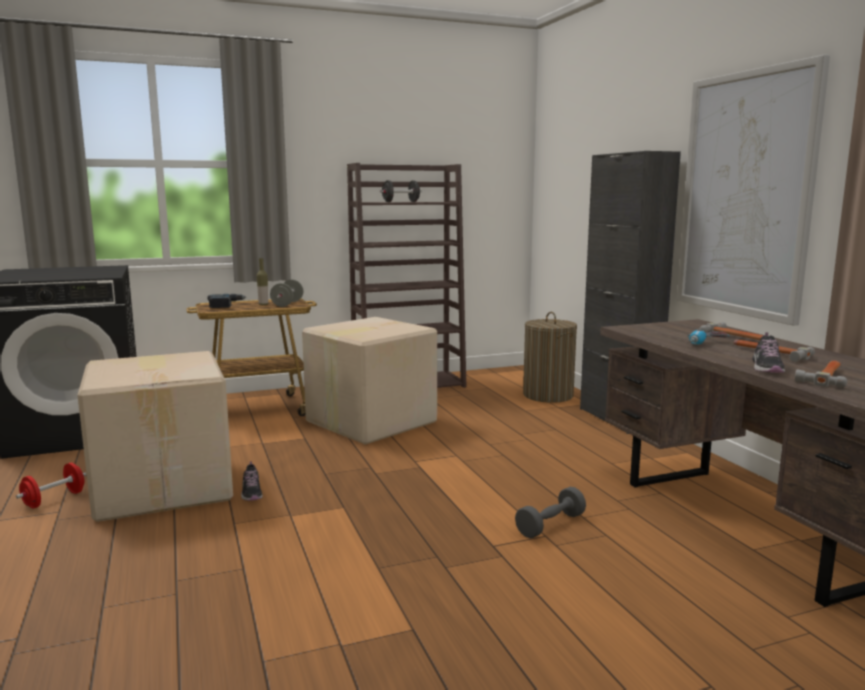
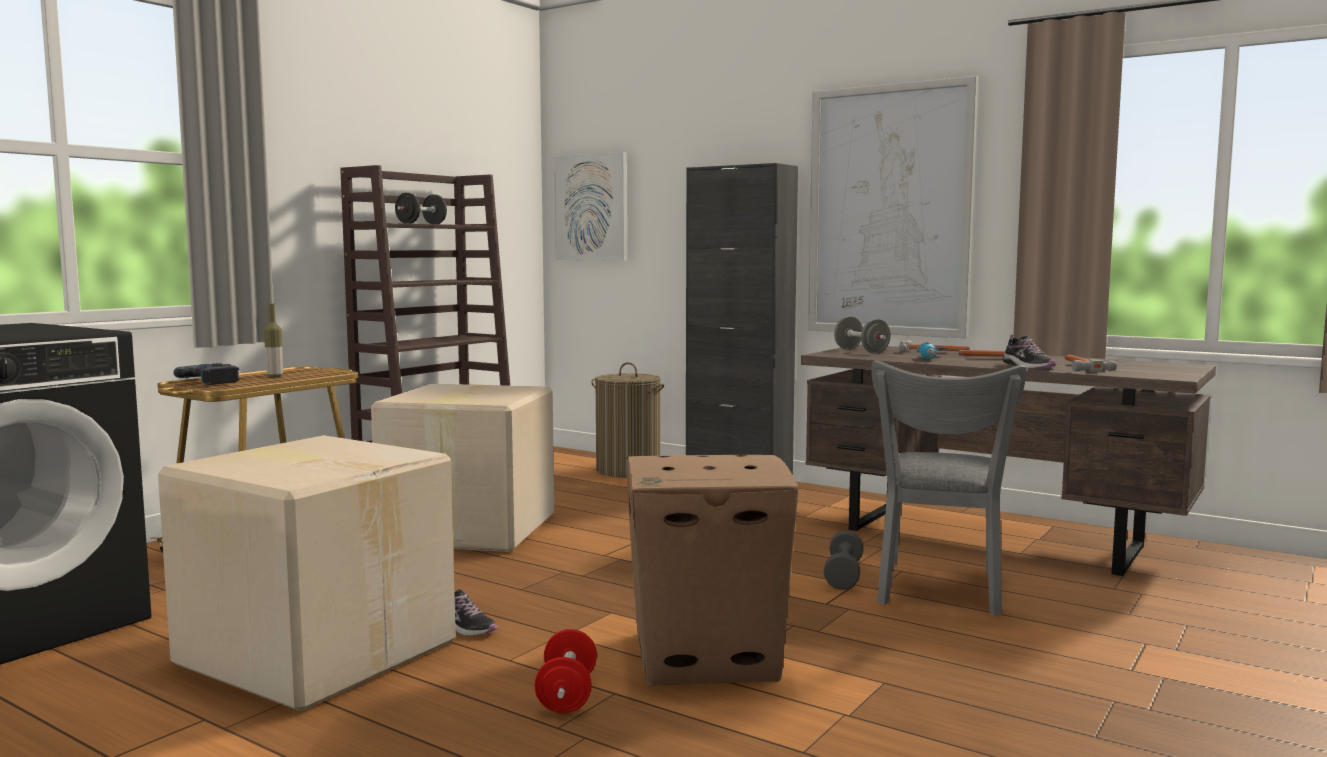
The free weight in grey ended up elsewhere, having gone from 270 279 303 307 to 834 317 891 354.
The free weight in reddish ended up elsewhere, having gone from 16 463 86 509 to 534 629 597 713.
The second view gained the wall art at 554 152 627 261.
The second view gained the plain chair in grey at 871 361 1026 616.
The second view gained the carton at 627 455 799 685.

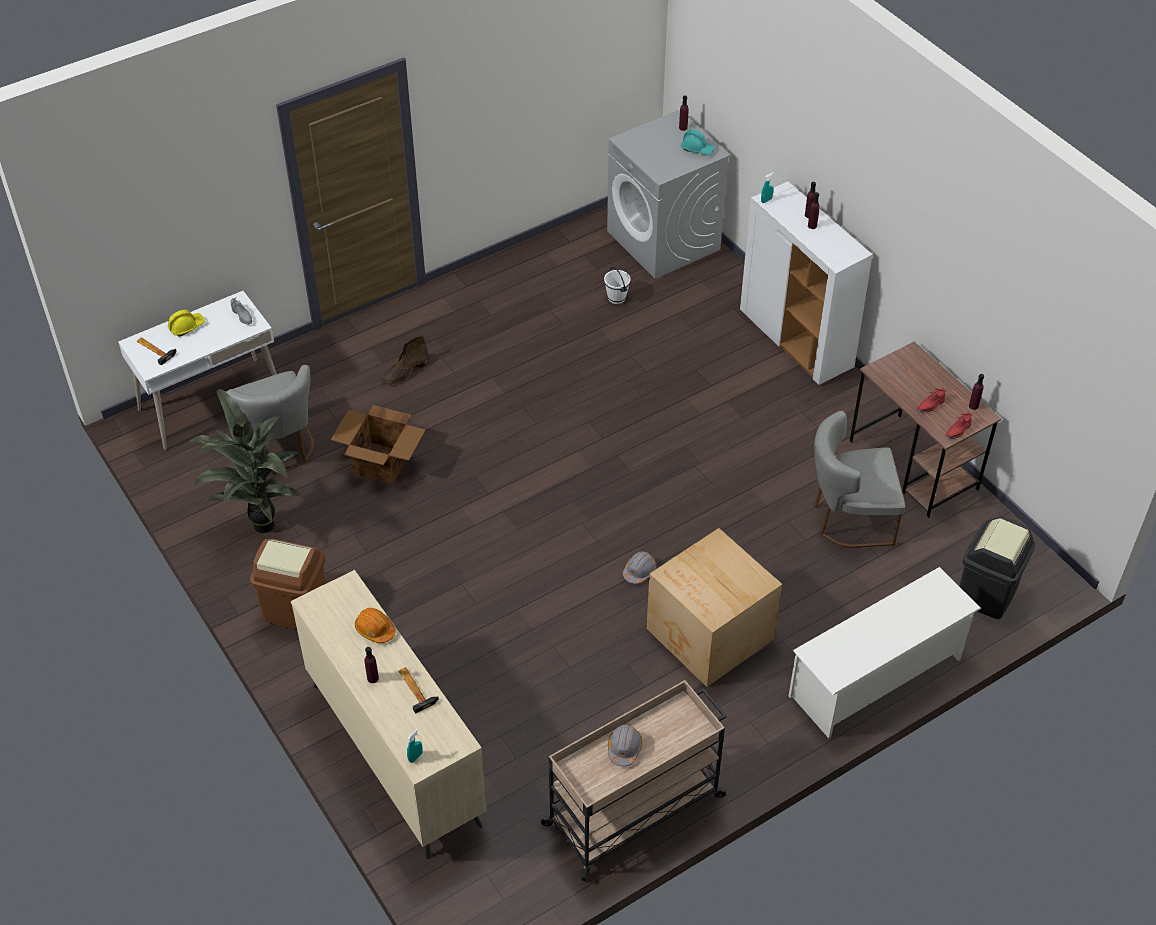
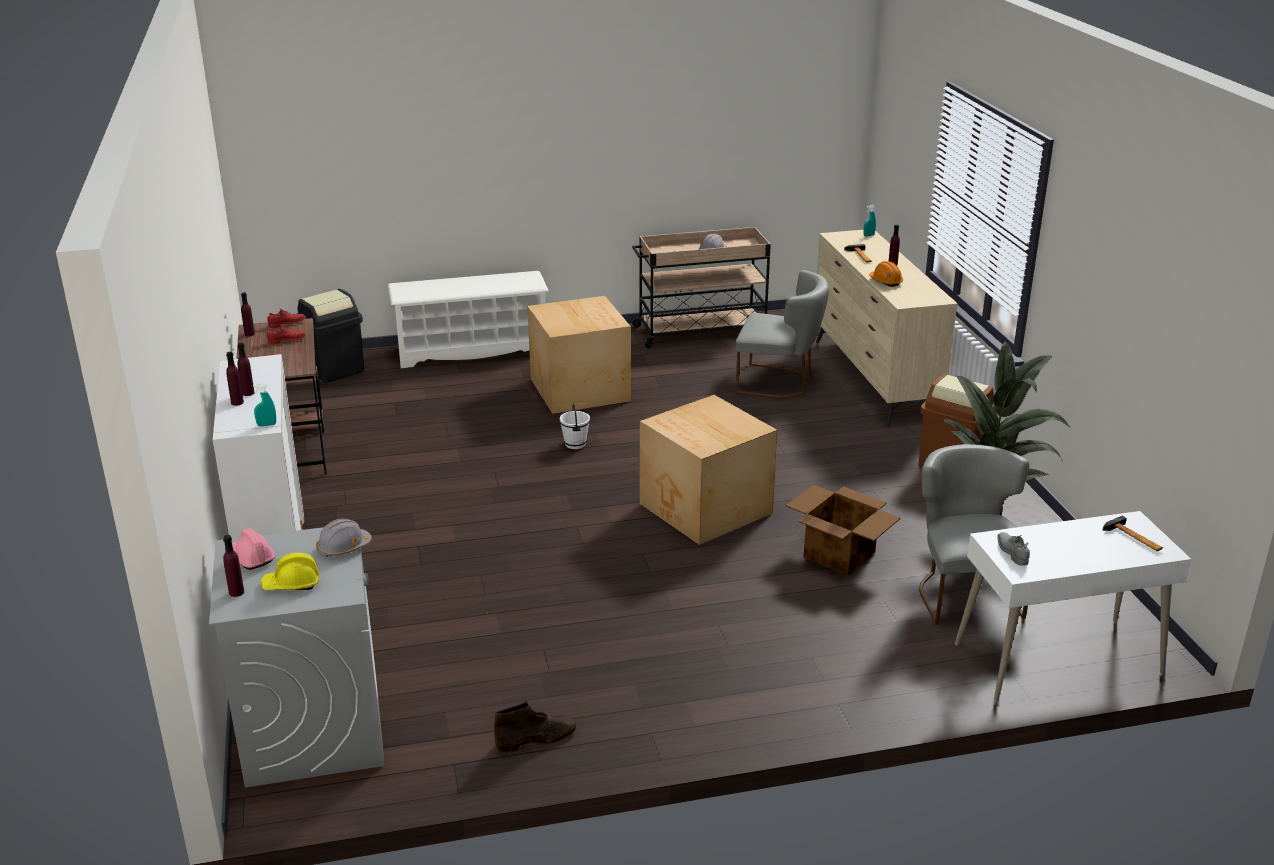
What was the work helmet in blue-green at 681 130 715 155 turned into the work helmet in pink-coloured at 232 528 275 570.
The bucket in white ended up elsewhere, having gone from 604 267 631 304 to 560 404 590 449.
The work helmet in yellow ended up elsewhere, having gone from 168 310 205 337 to 261 553 319 590.
The boot in brown ended up elsewhere, having gone from 382 335 429 385 to 494 701 576 753.
The plain chair in grey ended up elsewhere, having gone from 814 411 905 548 to 736 270 829 399.
The work helmet in grey ended up elsewhere, having gone from 623 551 656 584 to 316 518 372 557.
The second view gained the carton at 640 395 777 545.

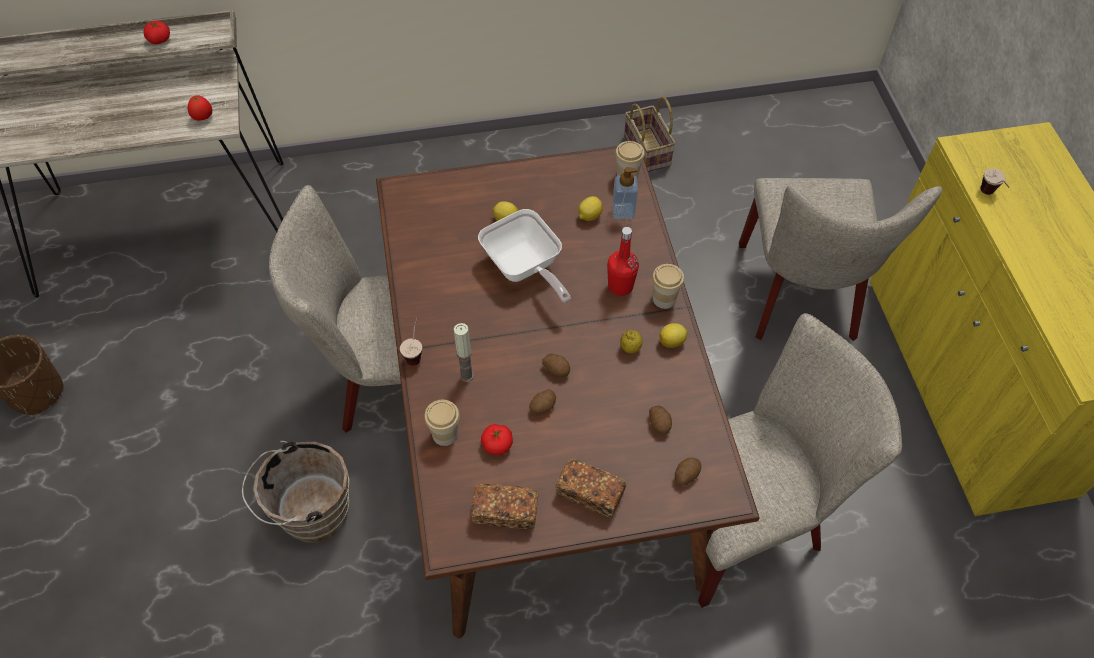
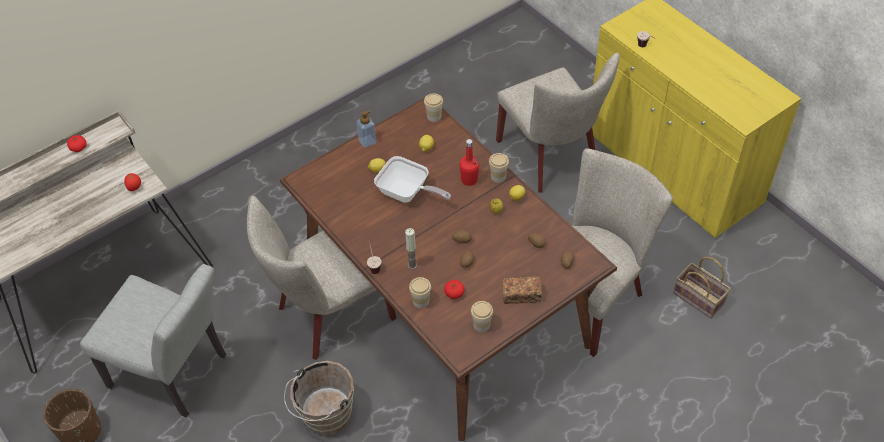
The basket ended up elsewhere, having gone from 624 97 676 172 to 673 257 731 318.
The liquid soap bottle ended up elsewhere, having gone from 612 167 638 219 to 356 111 376 148.
Where the baked bread stood at 471 484 538 529, the small cup came to stand at 471 301 493 332.
The second view gained the plain chair in grey at 80 264 226 418.

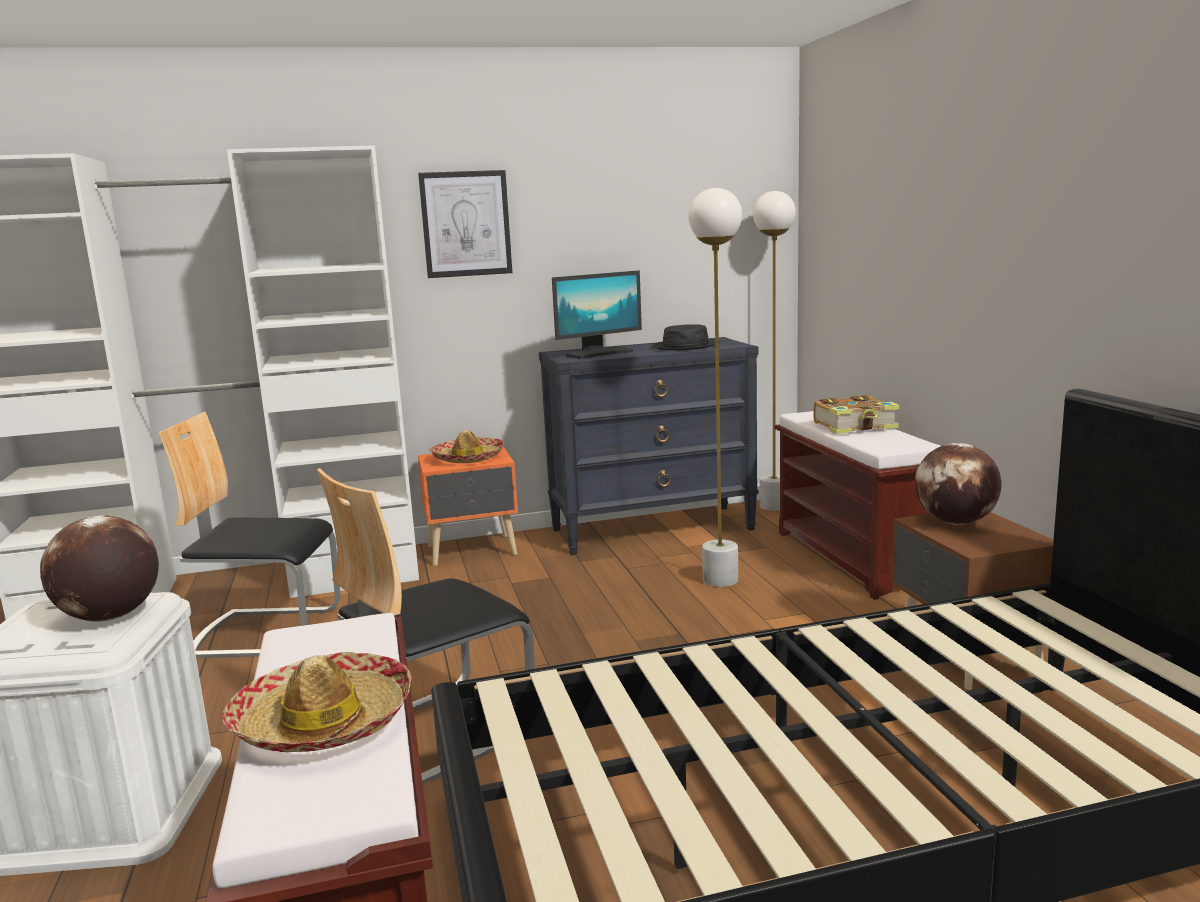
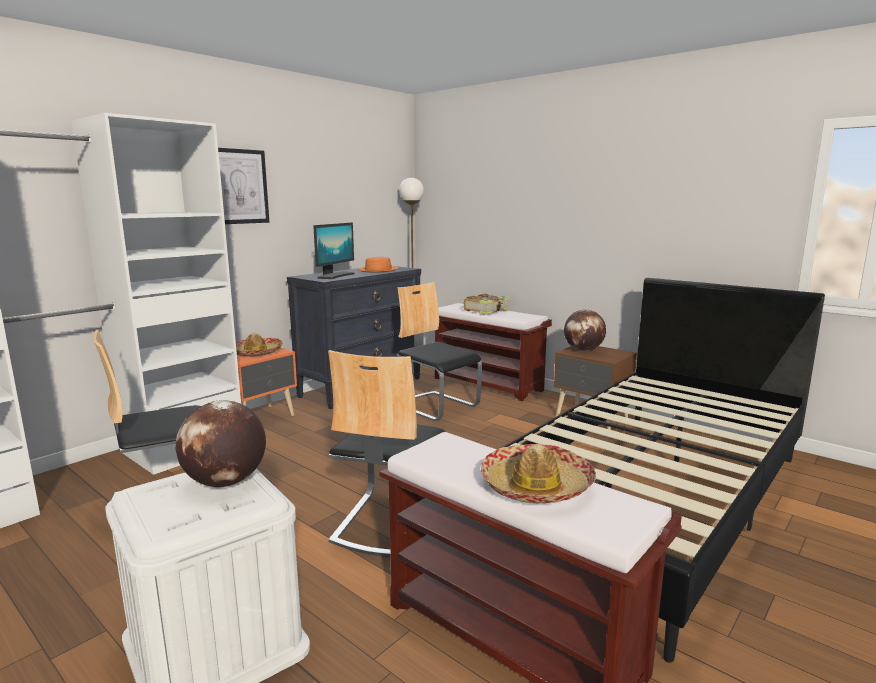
Where the standard lamp in white stood at 688 188 742 587, the plain chair came to stand at 397 282 482 421.
What was the hat in black-coloured at 650 324 721 350 turned into the hat in orangey at 358 257 398 272.

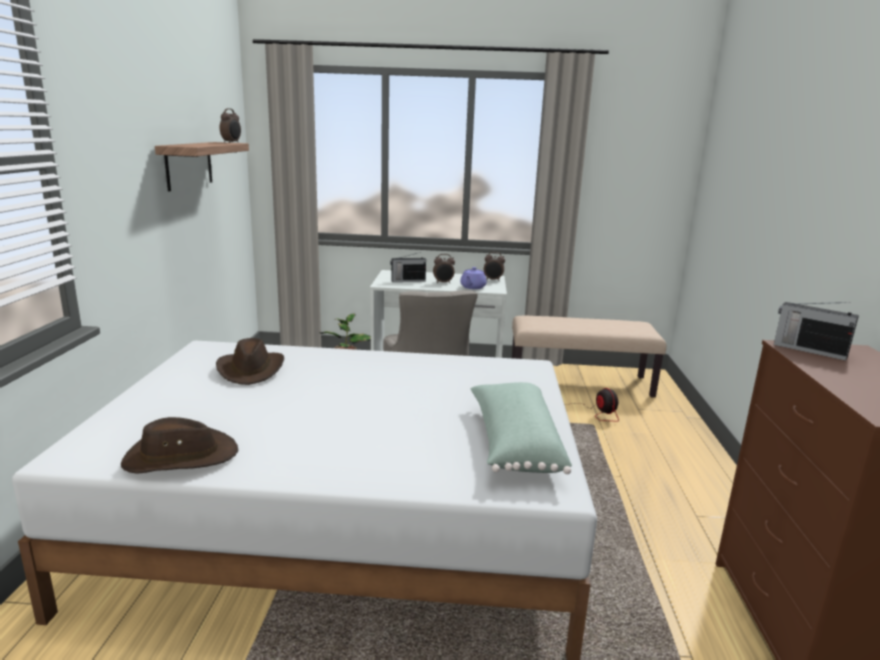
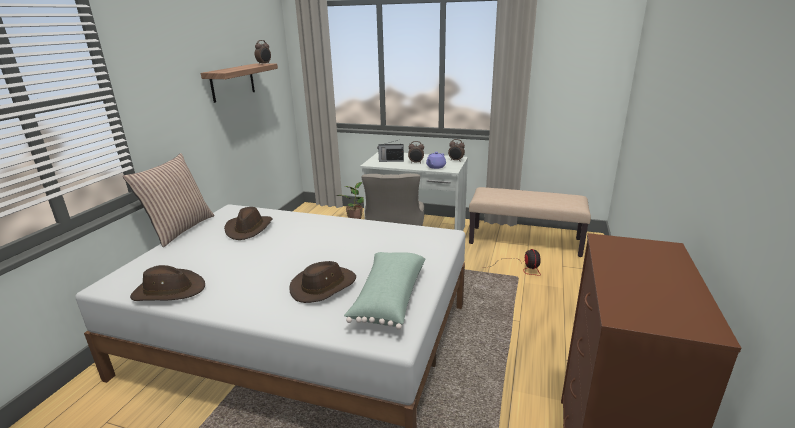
The second view lost the radio at 774 302 859 361.
The second view gained the pillow at 123 153 215 247.
The second view gained the hat in brown at 289 261 356 303.

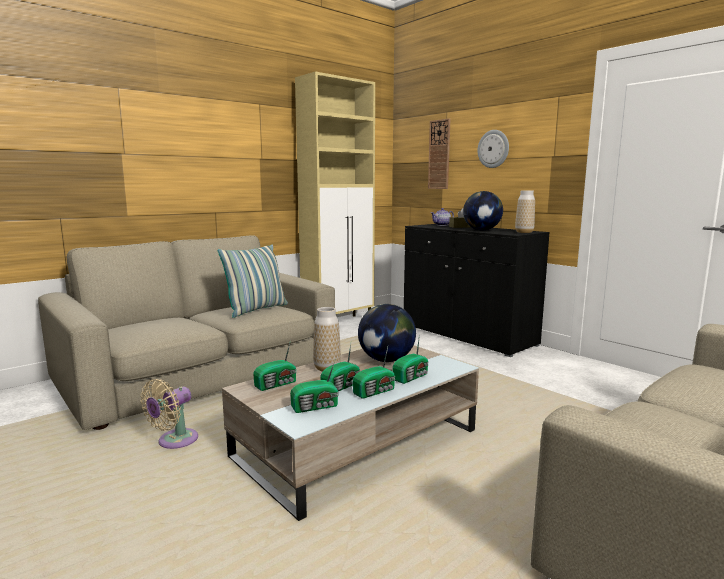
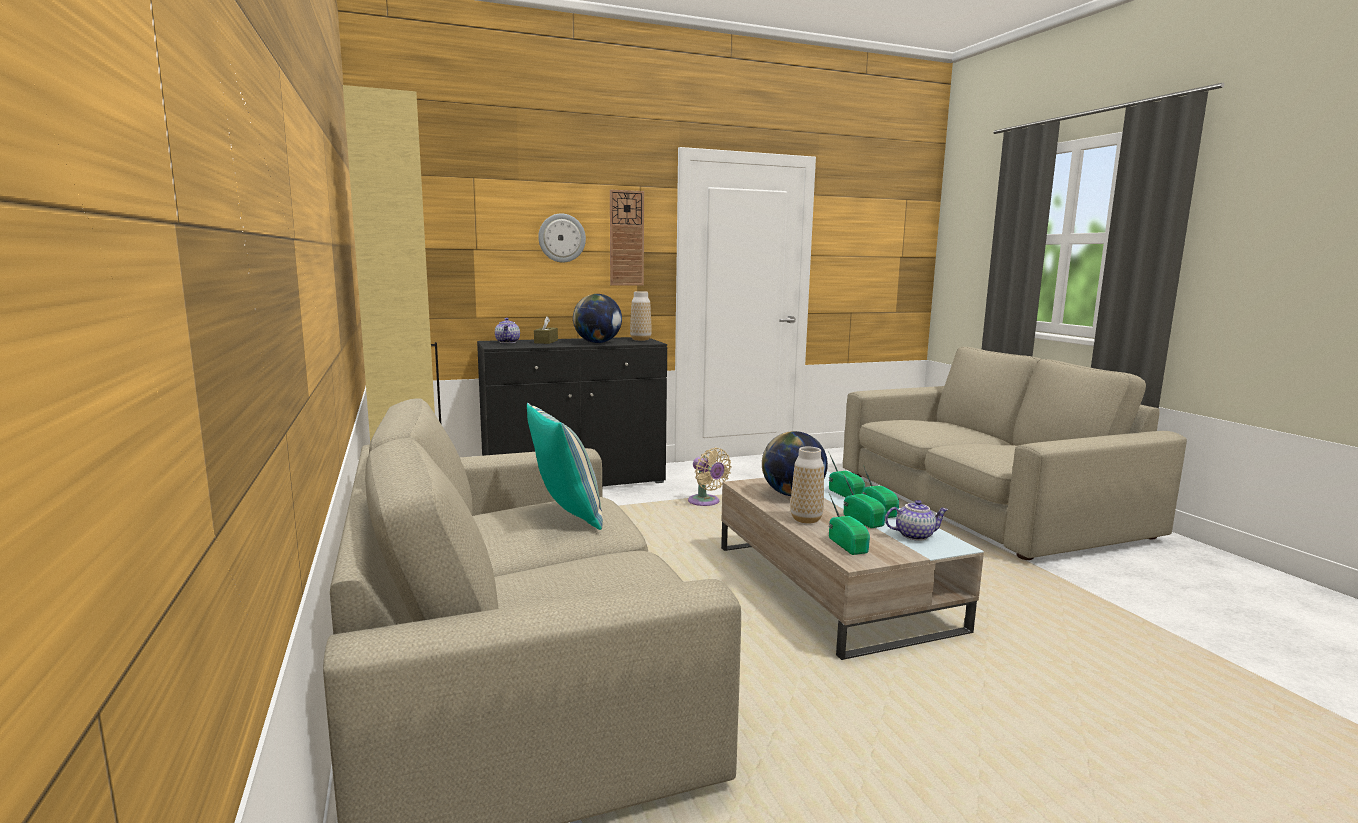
The hanging clock ended up elsewhere, having gone from 428 119 450 189 to 610 190 644 285.
Where the radio stood at 290 358 339 413, the tea pot came to stand at 885 500 948 541.
The fan in sand-coloured ended up elsewhere, having gone from 141 379 198 449 to 688 448 732 506.

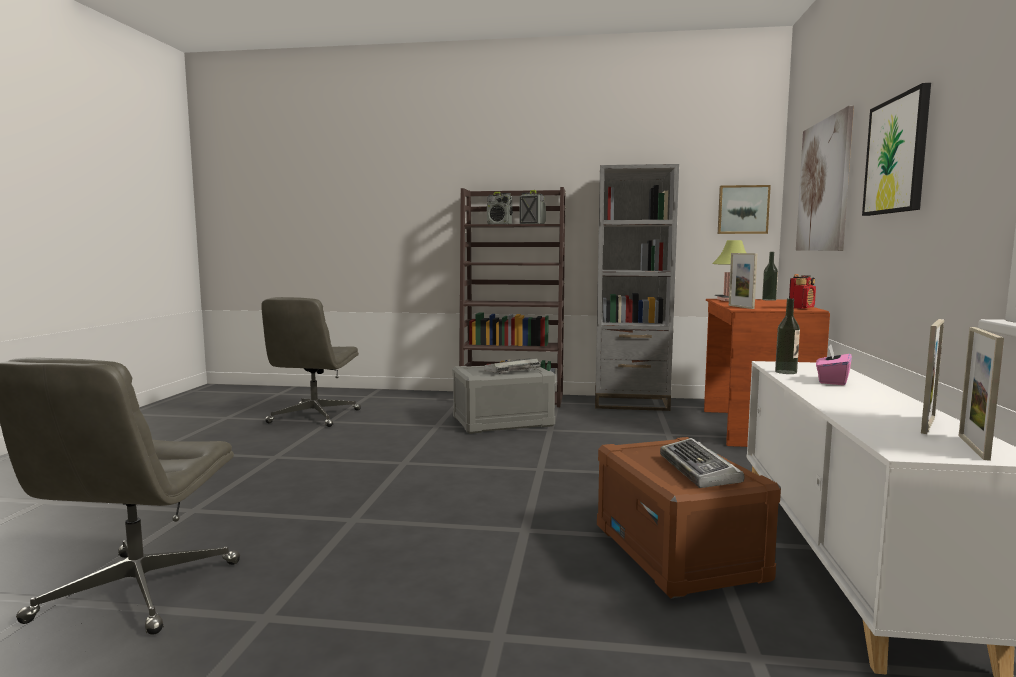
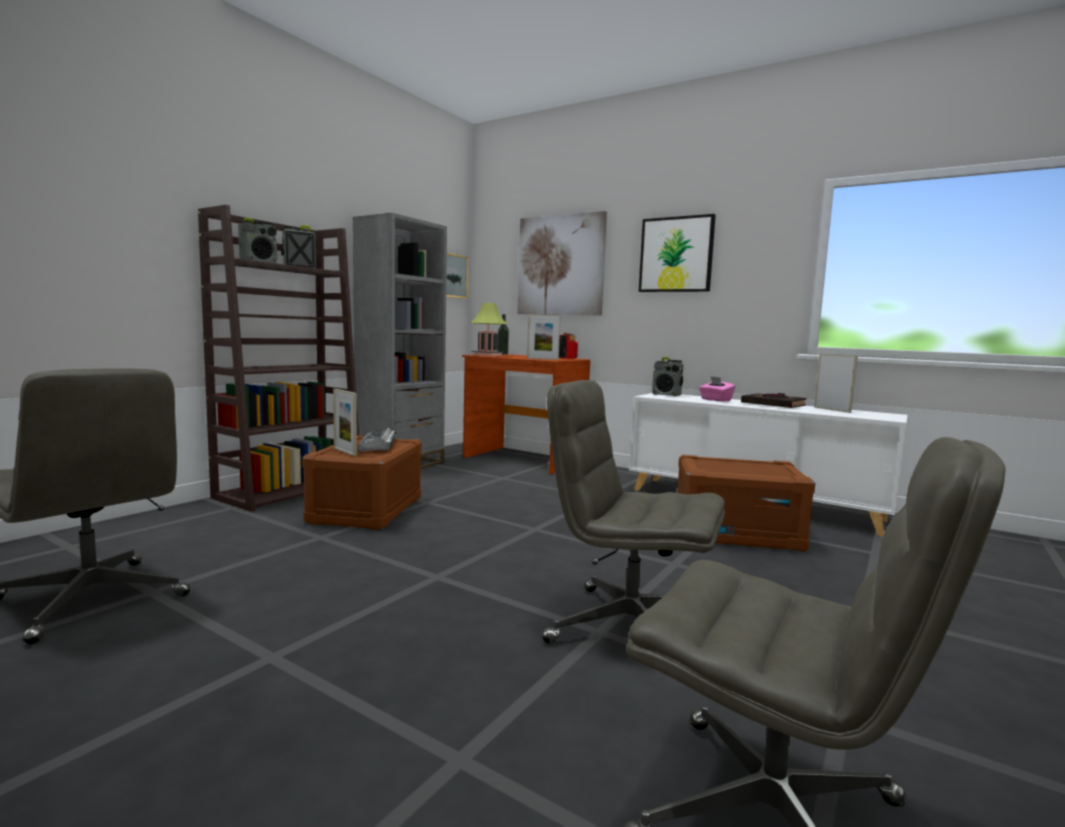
The second view lost the drink bottle at 775 298 800 374.
The photo frame ended up elsewhere, having gone from 959 327 1004 461 to 333 389 357 456.
What was the storage box in grey at 452 366 556 434 turned into the storage box in brown at 302 436 422 531.
The second view lost the PC keyboard at 660 438 745 488.
The second view gained the radio at 652 357 683 396.
The second view gained the desk chair in grey at 542 380 725 644.
The second view gained the bound book in black-coloured at 741 393 807 408.

